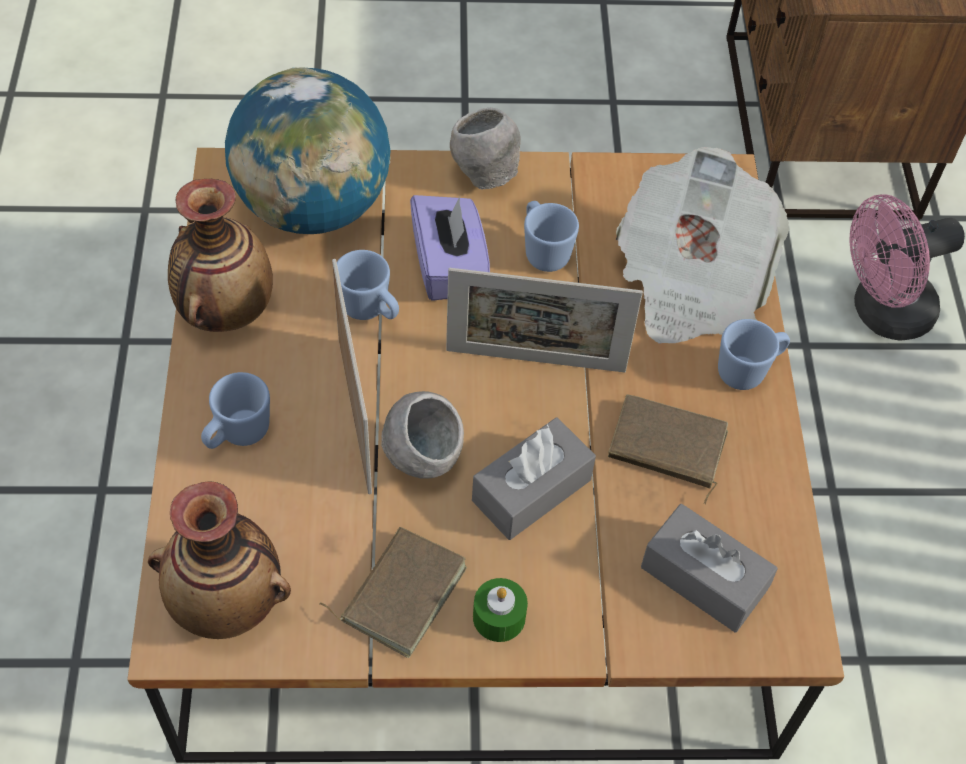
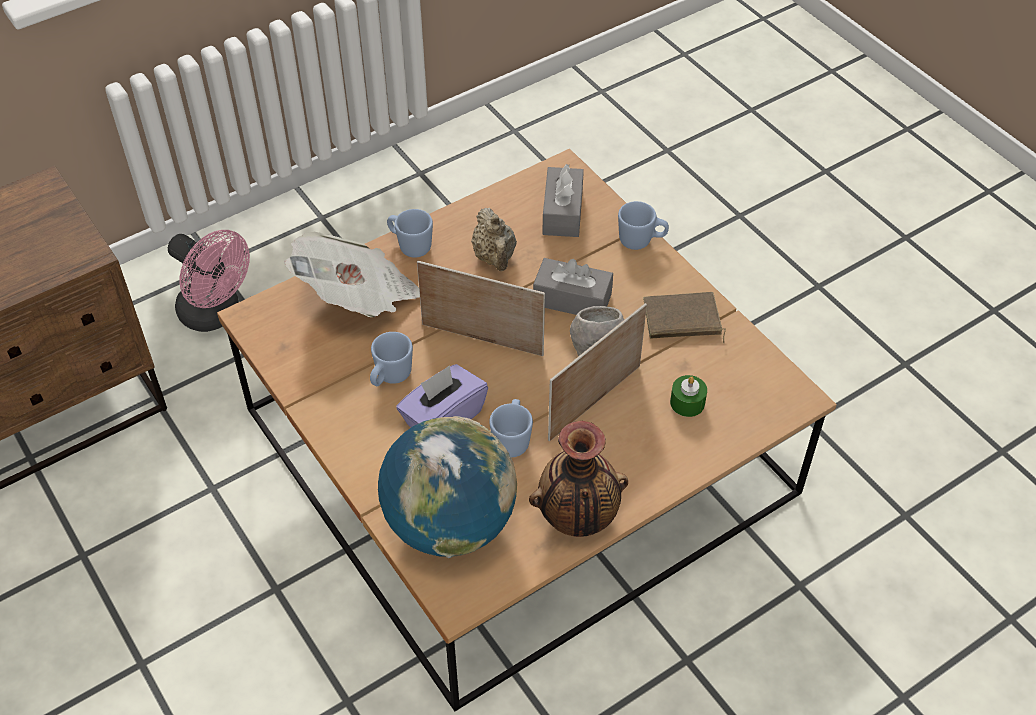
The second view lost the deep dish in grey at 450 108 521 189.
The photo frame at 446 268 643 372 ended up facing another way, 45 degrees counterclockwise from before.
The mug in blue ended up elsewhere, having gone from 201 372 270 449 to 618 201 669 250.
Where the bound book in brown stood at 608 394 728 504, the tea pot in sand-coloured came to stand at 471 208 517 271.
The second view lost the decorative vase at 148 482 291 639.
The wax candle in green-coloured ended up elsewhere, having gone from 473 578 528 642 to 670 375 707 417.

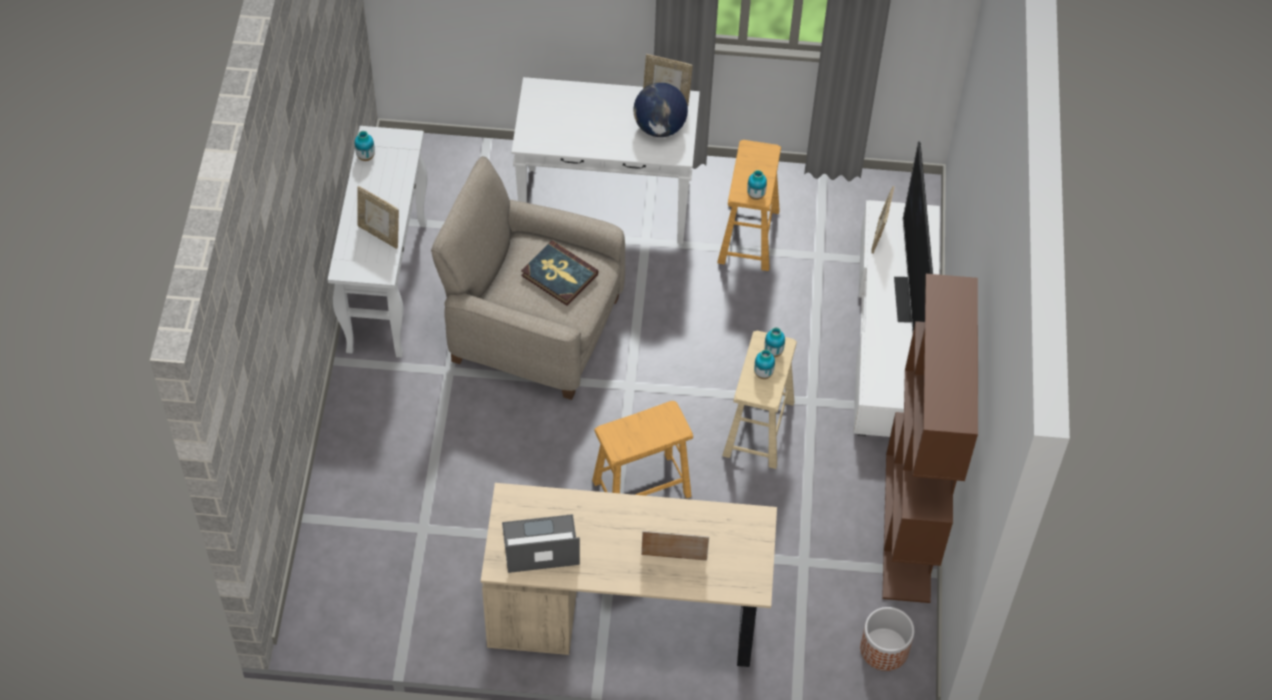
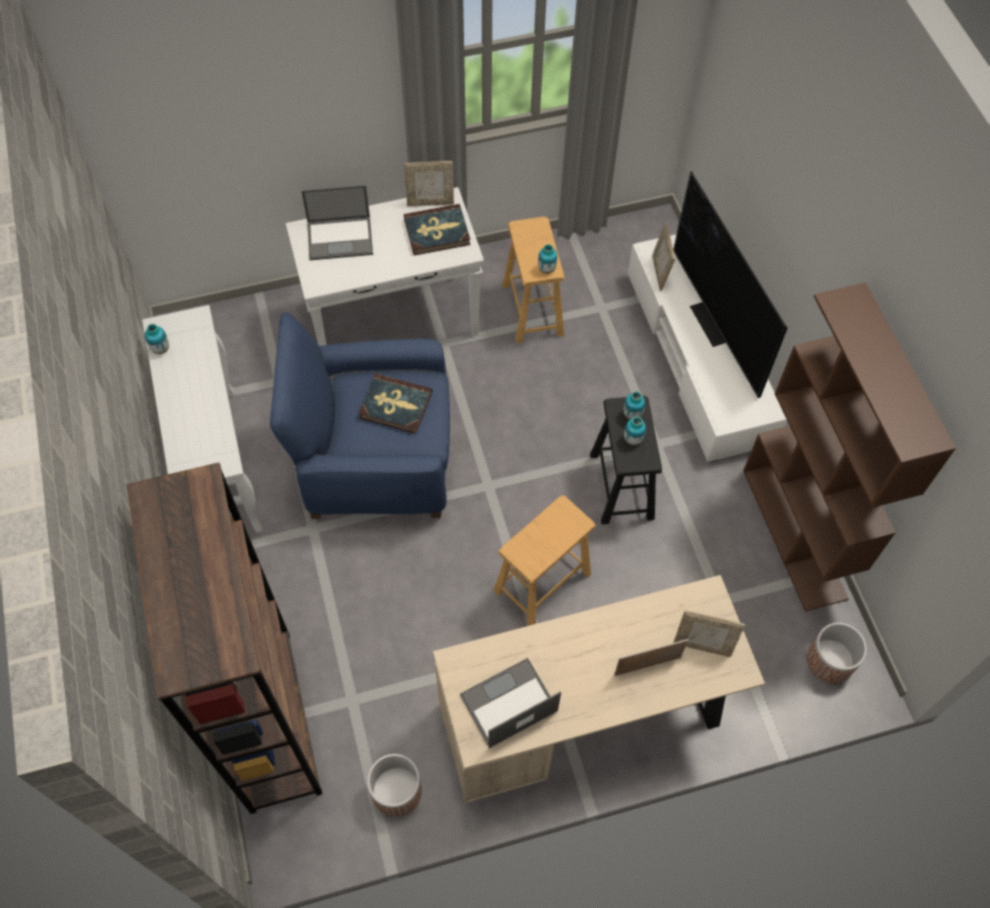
Where the desk globe stood at 633 83 688 137, the bound book came to stand at 404 204 470 255.
What was the armchair in sand-coloured at 431 156 625 400 turned into the armchair in blue at 270 312 450 519.
The photo frame ended up elsewhere, having gone from 357 186 399 249 to 674 610 745 657.
What was the stool seat in sand-coloured at 722 331 797 469 turned into the stool seat in black-coloured at 590 396 662 524.
The second view gained the portable computer at 301 185 373 260.
The second view gained the shelving unit in brown at 126 462 322 814.
The second view gained the plant pot at 367 754 422 817.

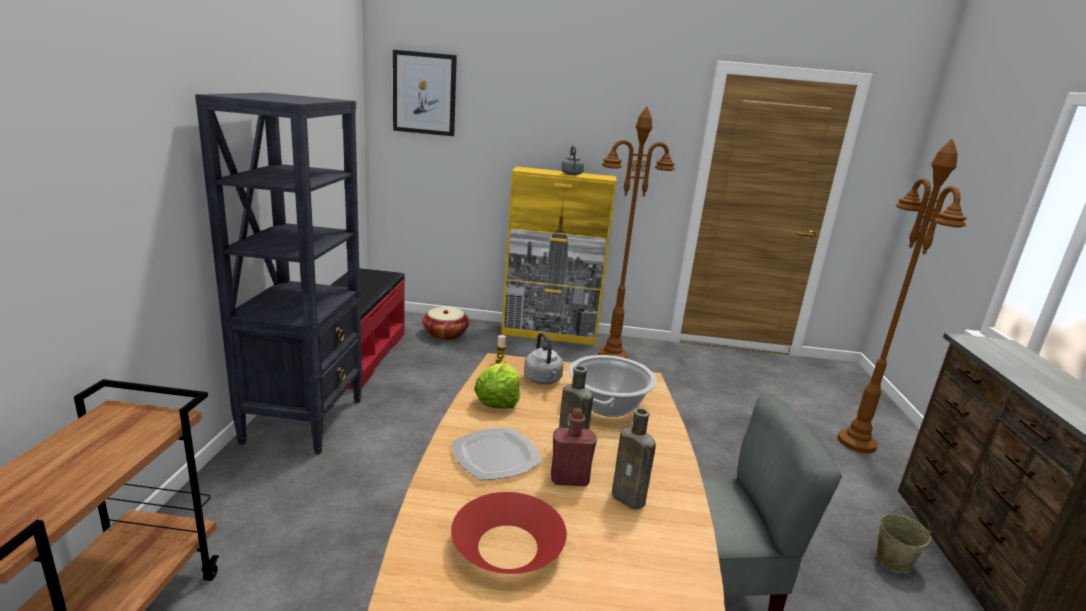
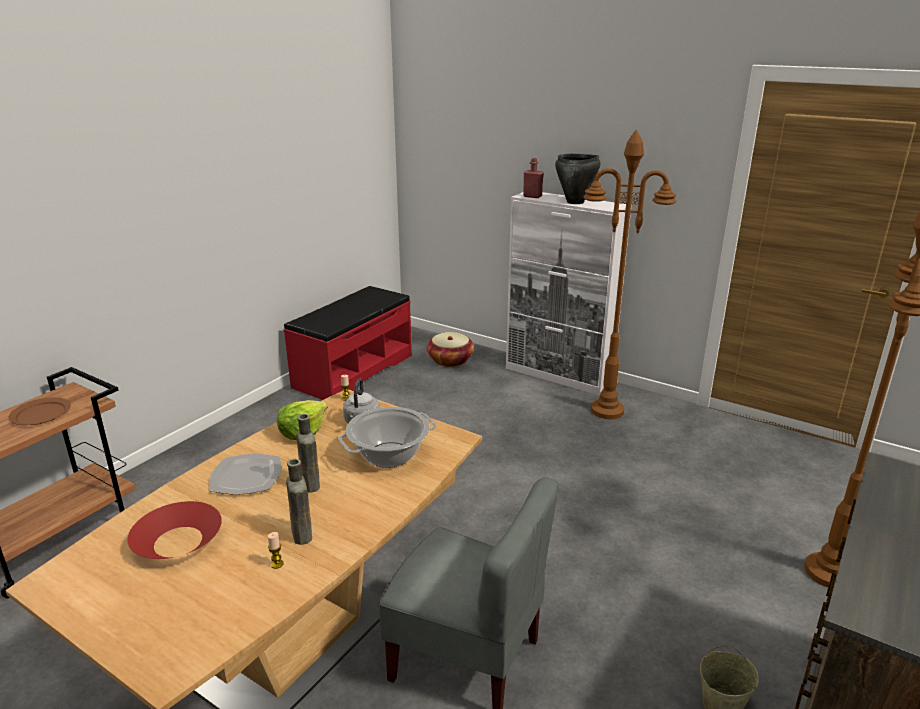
The second view lost the wall art at 393 50 457 136.
The second view lost the shelving unit in black-coloured at 195 93 363 455.
Where the kettle in grey stood at 561 146 584 175, the saucepot in black-coloured came to stand at 555 154 601 204.
What was the storage cabinet in yellow at 501 167 617 345 turned into the storage cabinet in white at 506 192 632 396.
The drink bottle in reddish ended up elsewhere, having gone from 551 408 597 486 to 523 158 544 198.
The second view gained the flat dish in brown at 9 397 71 425.
The second view gained the wax candle at 268 532 284 569.

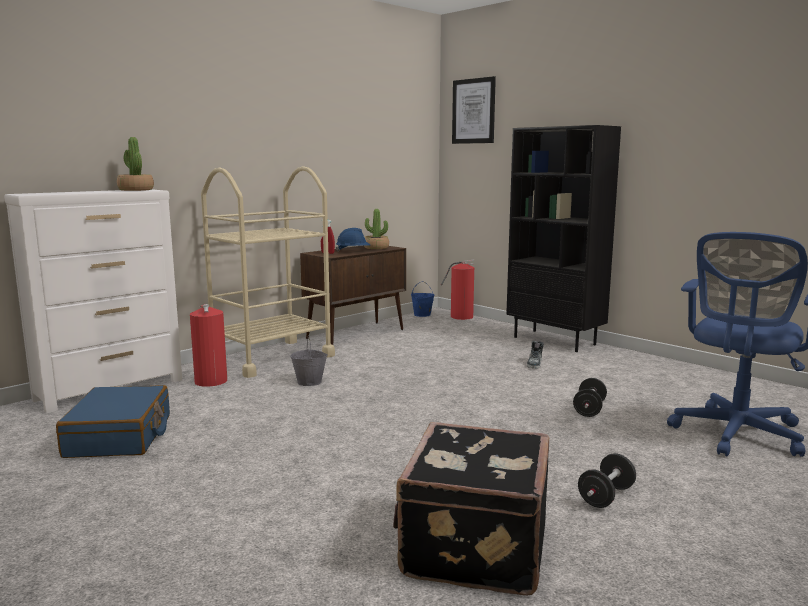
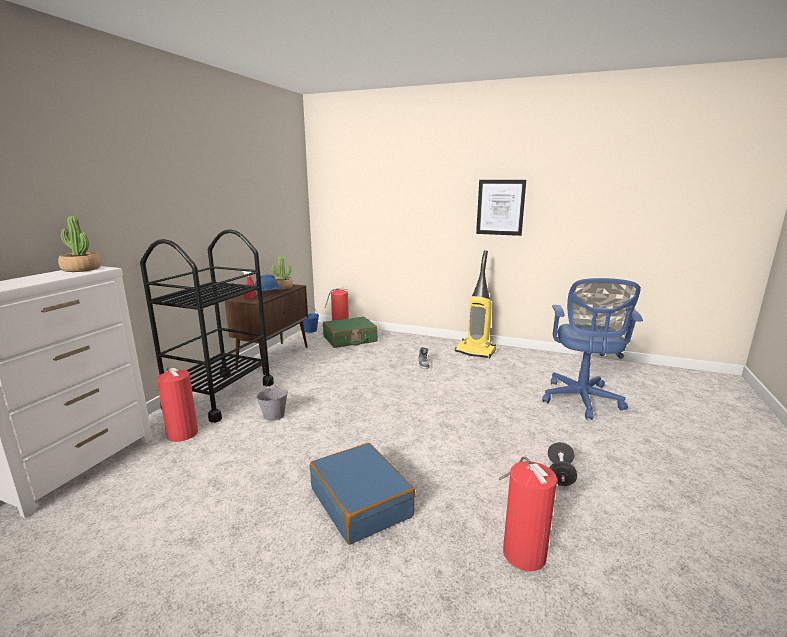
The wall art ended up elsewhere, having gone from 452 76 496 144 to 476 180 526 236.
The second view lost the shelving unit in black-coloured at 506 125 621 352.
What was the trolley in sand-coloured at 201 166 335 378 turned into the trolley in black-coloured at 140 229 274 423.
The second view lost the free weight in black-coloured at 573 378 607 417.
The piece of luggage in blue ended up elsewhere, having gone from 56 385 170 458 to 309 443 415 545.
Where the piece of luggage in black-coloured stood at 393 422 549 596, the fire extinguisher came to stand at 499 456 557 571.
The second view gained the vacuum at 455 250 496 358.
The second view gained the piece of luggage in green-coloured at 323 317 378 348.

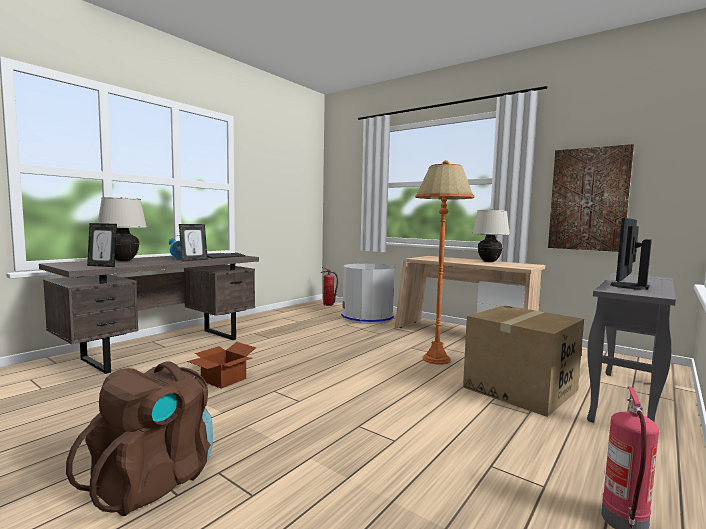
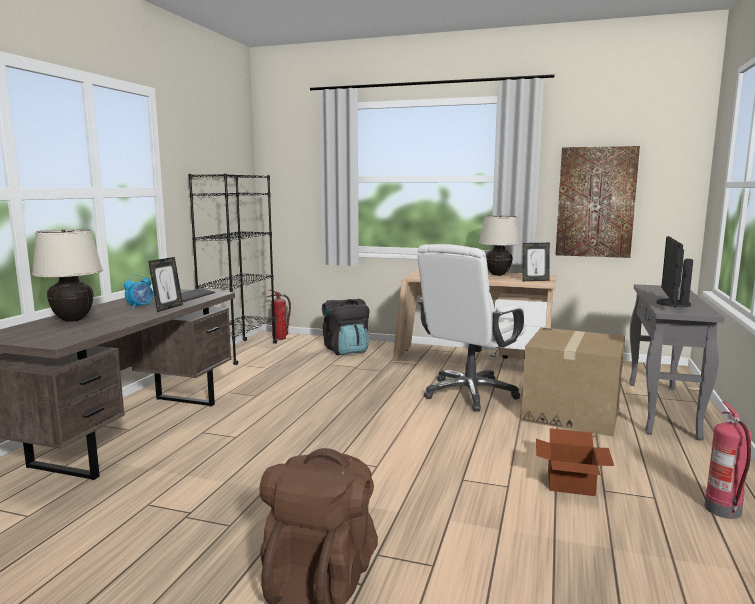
Where the standard lamp in orangey stood at 415 161 475 365, the desk chair in white came to stand at 417 244 525 411.
The photo frame ended up elsewhere, having gone from 87 223 117 267 to 523 243 550 281.
Where the rubbish bin in grey stood at 341 264 394 324, the backpack in black-coloured came to stand at 322 299 370 355.
The carton ended up elsewhere, having gone from 187 342 256 389 to 536 428 614 496.
The second view gained the shelving unit in black-coloured at 188 174 277 365.

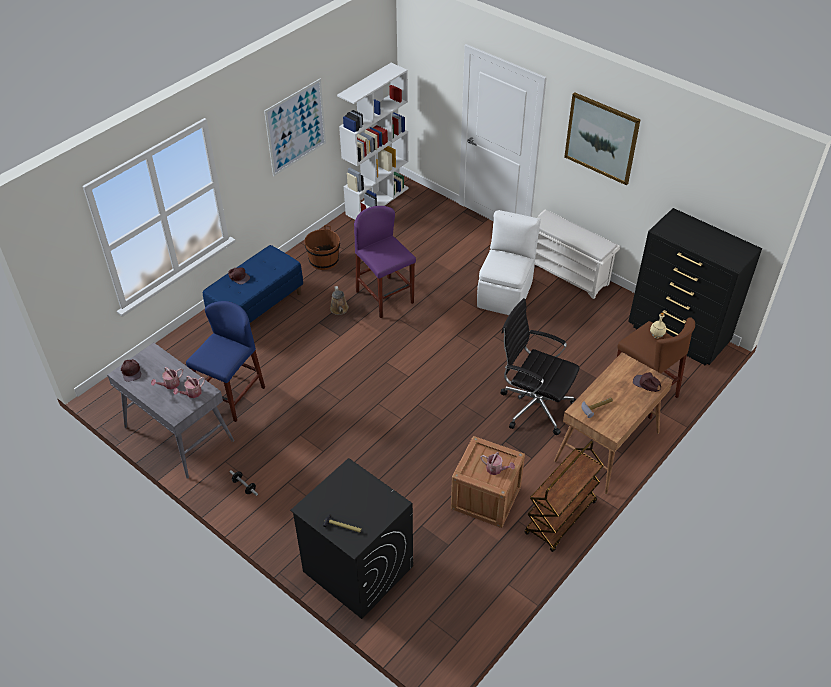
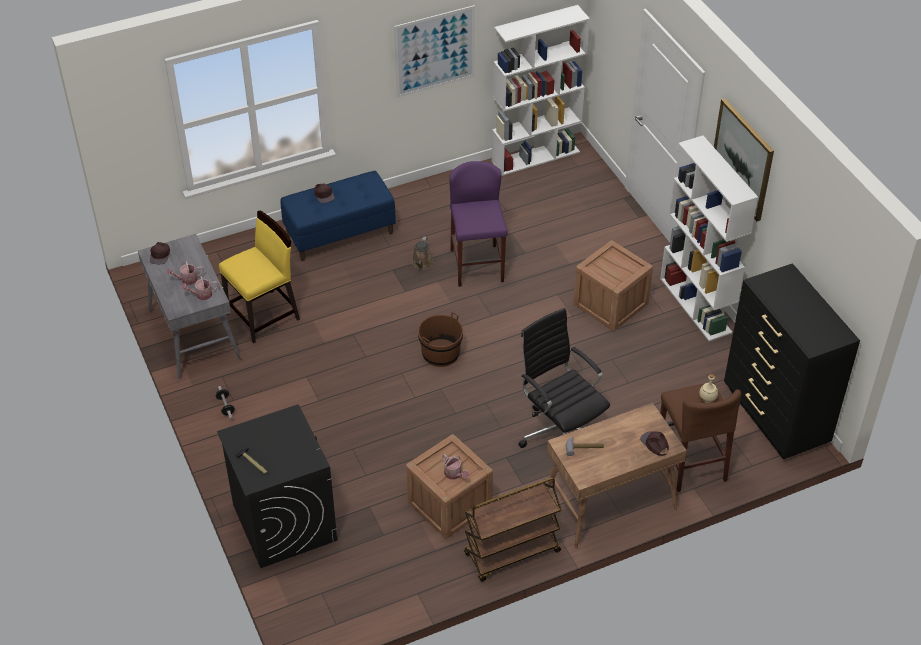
Where the shoe stand in white stood at 535 209 620 299, the shelving unit in white came to stand at 660 136 758 341.
Where the plain chair in white stood at 477 210 541 315, the shipping crate came to stand at 573 240 653 331.
The bucket in brown ended up elsewhere, having gone from 304 225 340 270 to 418 312 463 367.
Where the stool seat in blue stood at 186 301 265 422, the plain chair in yellow came to stand at 219 210 300 344.

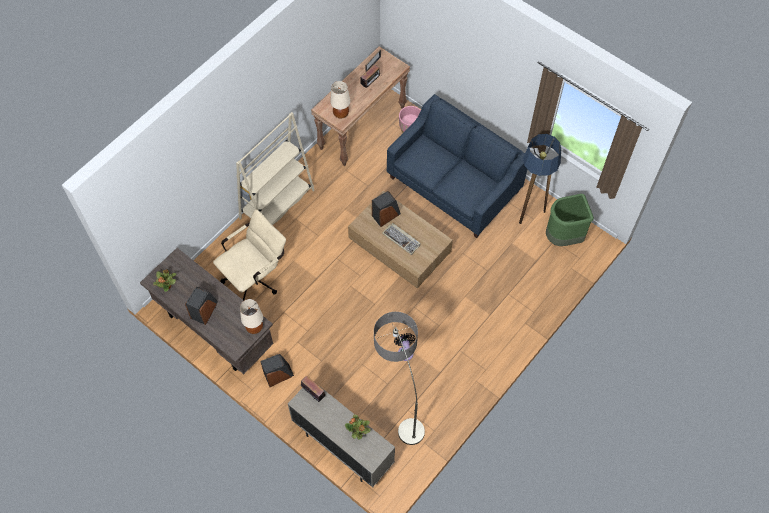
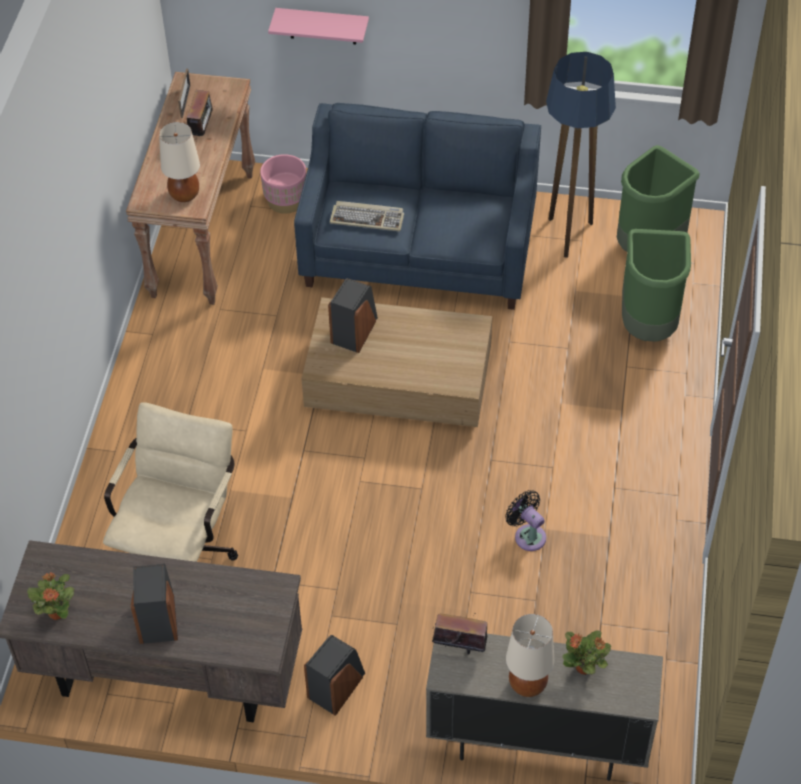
The second view lost the shelving unit in sand-coloured at 236 112 315 225.
The PC keyboard ended up elsewhere, having gone from 382 223 421 255 to 330 201 404 232.
The lamp for a table in sand-coloured ended up elsewhere, having gone from 240 299 263 334 to 506 614 554 697.
The second view lost the standard lamp at 374 312 425 445.
The second view gained the bracket shelf in pink-coloured at 268 8 369 44.
The second view gained the rubbish bin in green-coloured at 622 229 691 342.

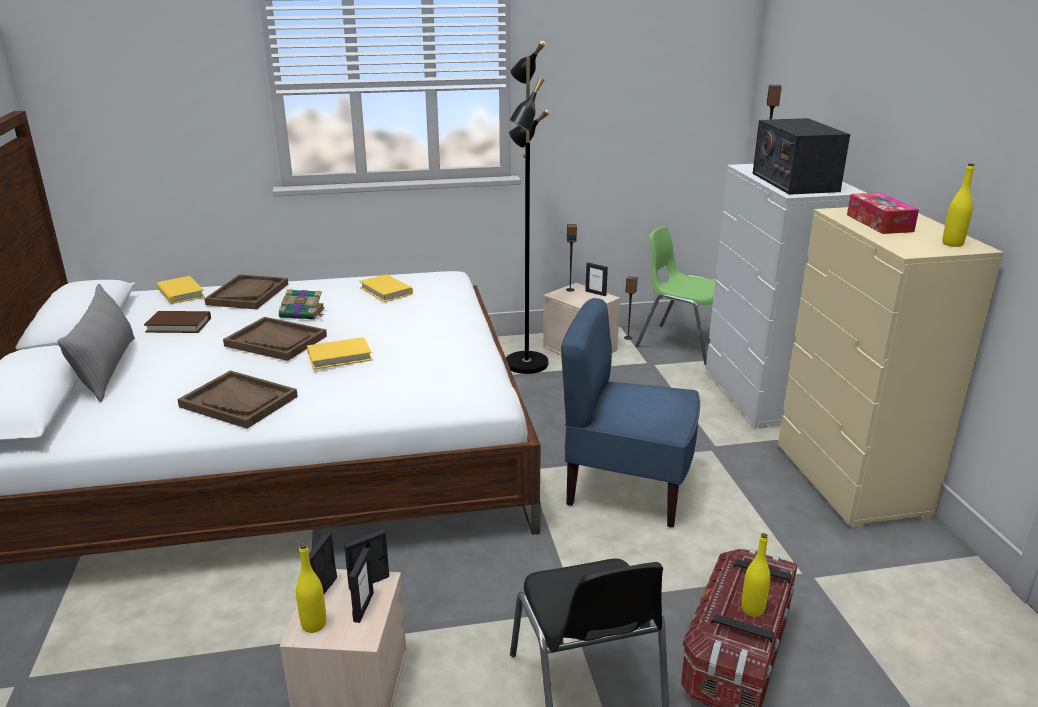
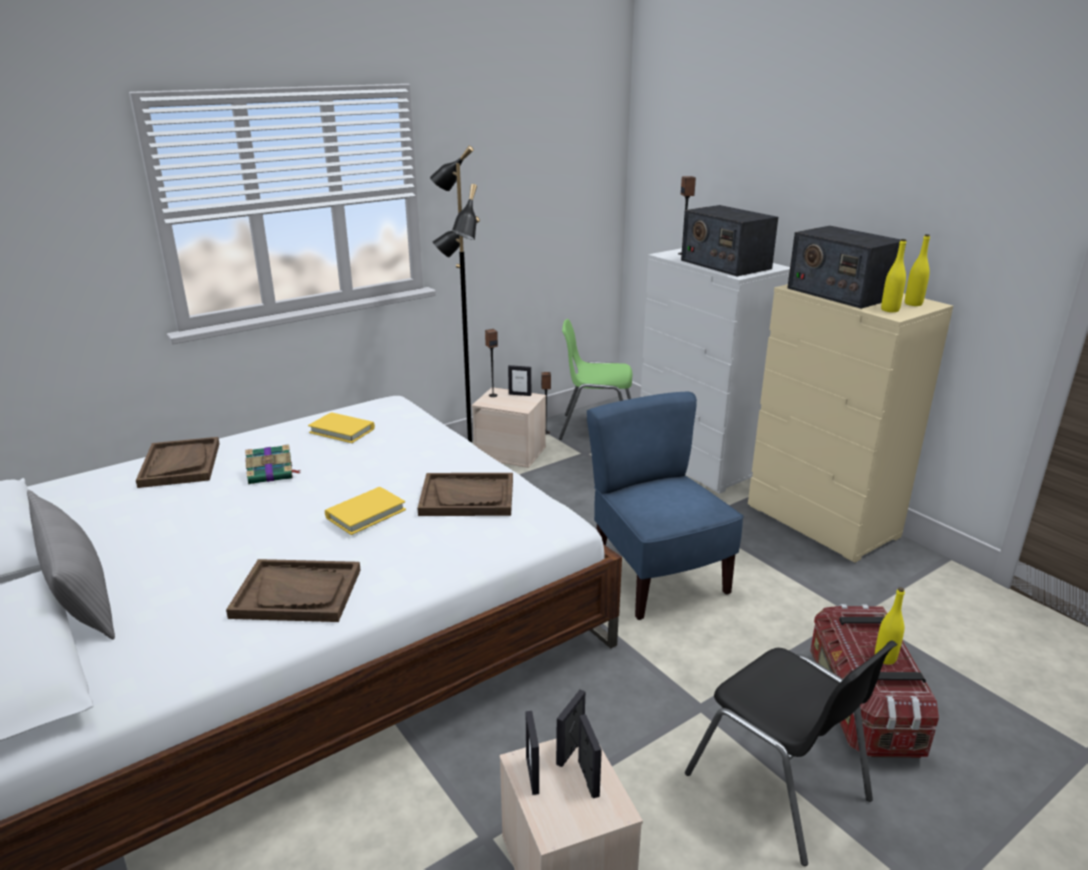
Where the tissue box stood at 847 192 919 234, the radio came to stand at 787 226 907 309.
The second view lost the bound book in yellow at 157 276 205 304.
The plain chair in blue at 561 298 700 528 ended up facing another way, 75 degrees clockwise from before.
The second view lost the bound book in brown at 144 311 211 333.
The tray in brown ended up elsewhere, having gone from 223 317 327 361 to 418 473 513 516.
The drink bottle in yellow ended up elsewhere, having gone from 296 543 326 633 to 881 239 906 312.

